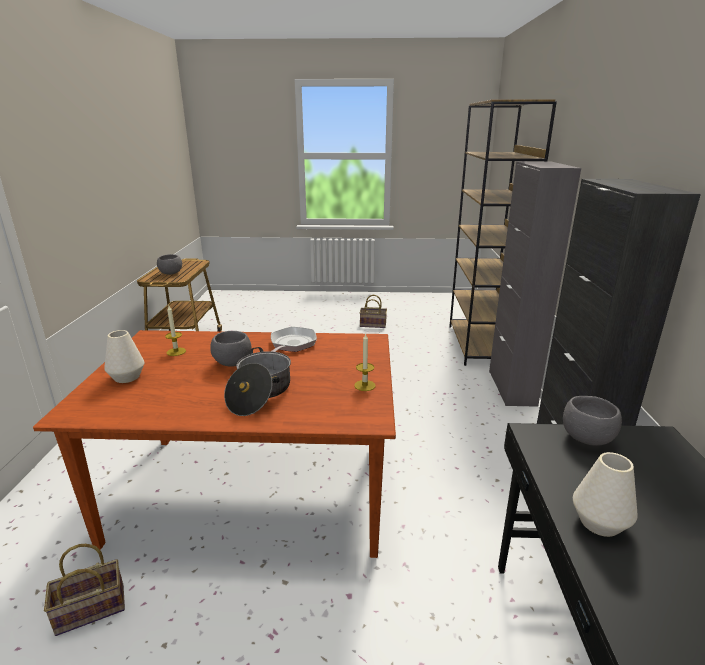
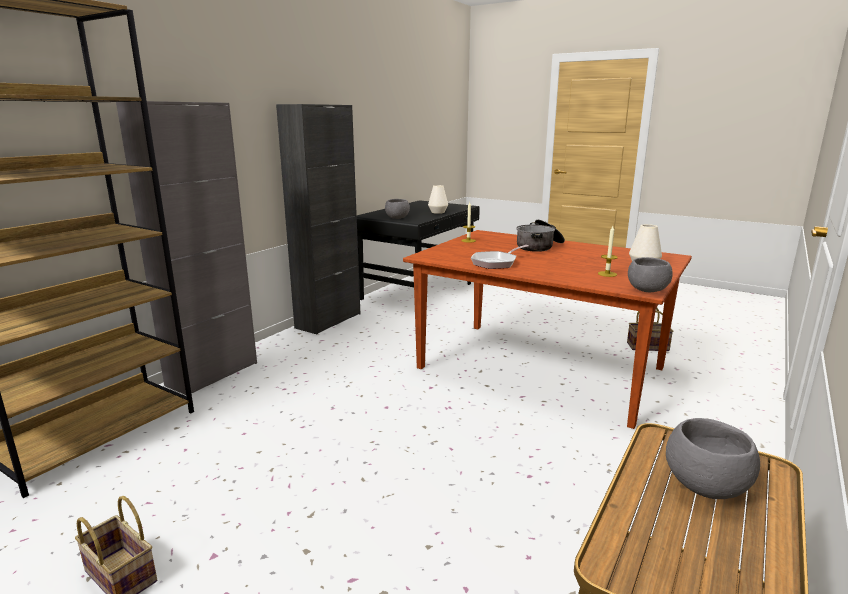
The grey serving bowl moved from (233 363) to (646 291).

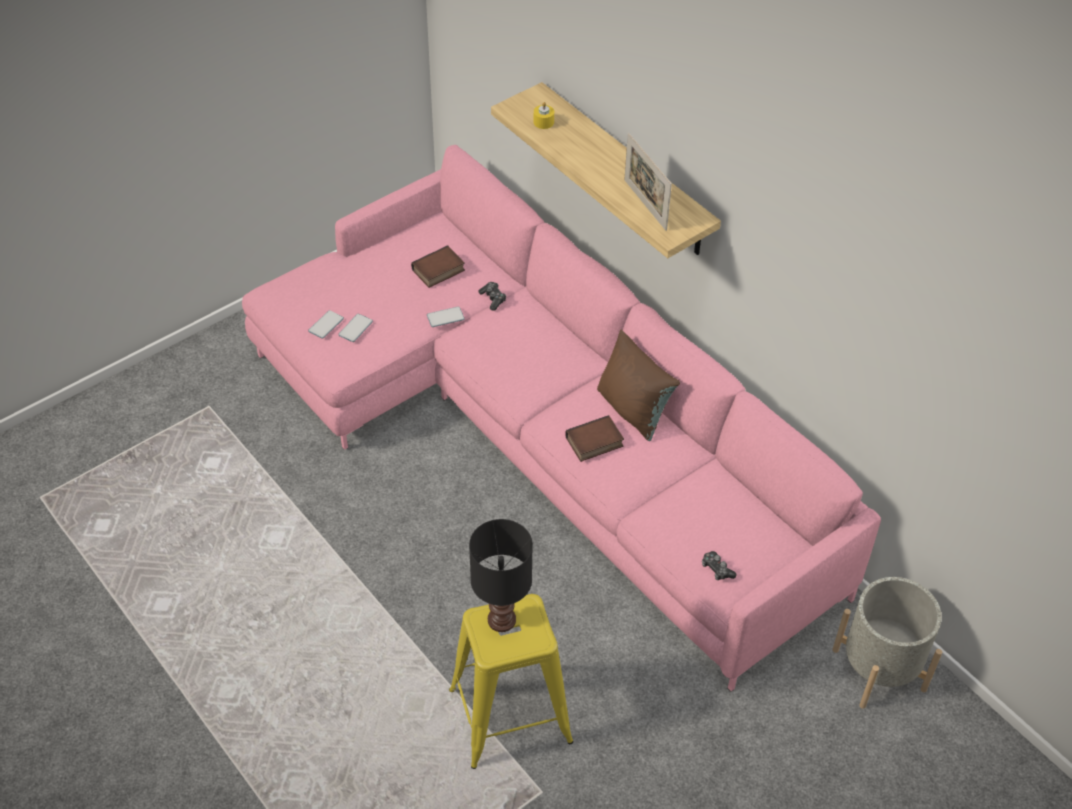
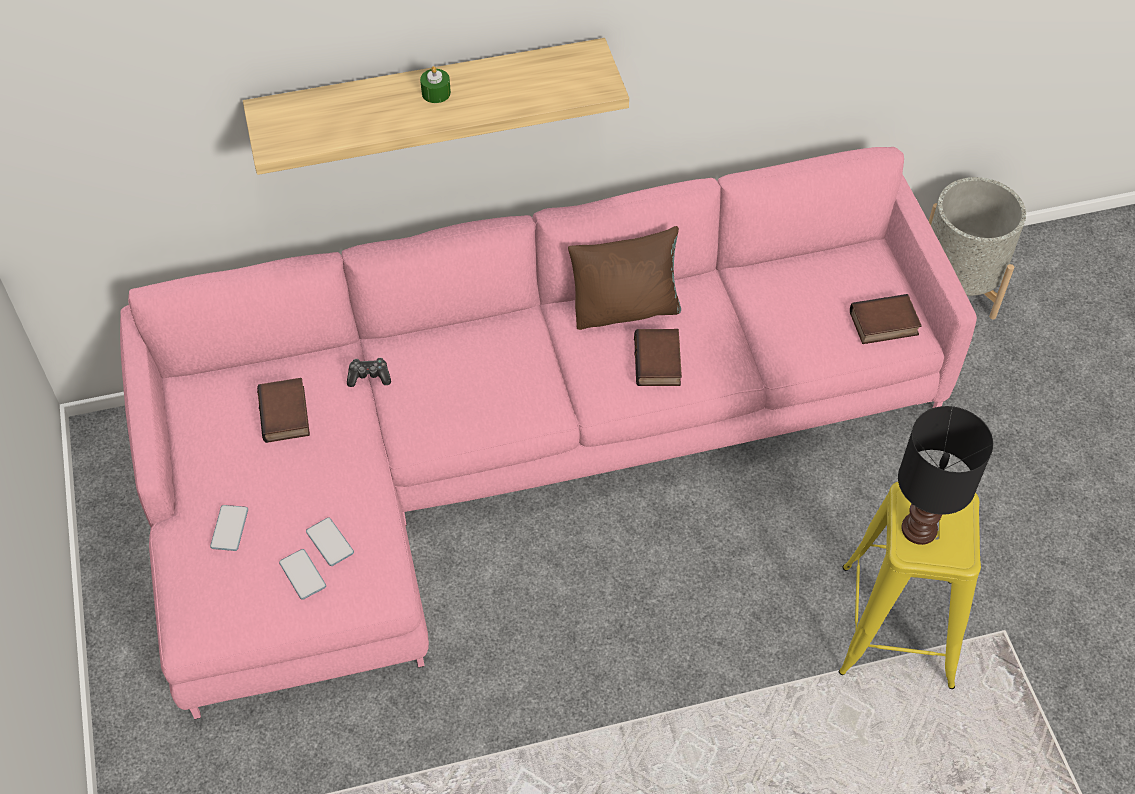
The telephone moved from (445 317) to (229 528).
The green-coloured wax candle at (436 93) appeared.
The joypad at (716 569) was replaced by the bound book at (883 325).
The yellowish wax candle at (543 122) disappeared.
The standing frame at (645 205) disappeared.

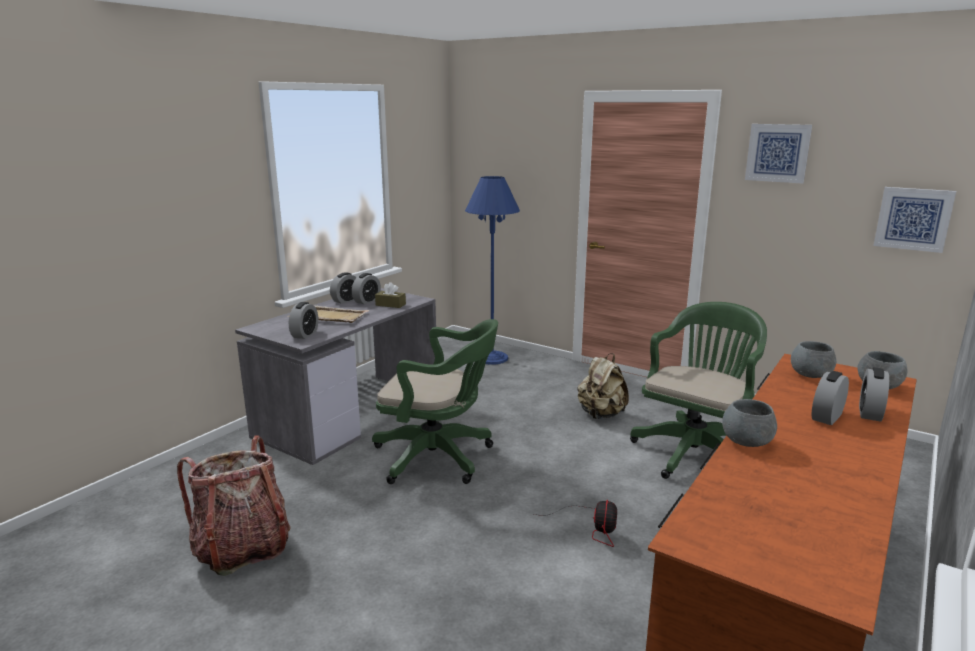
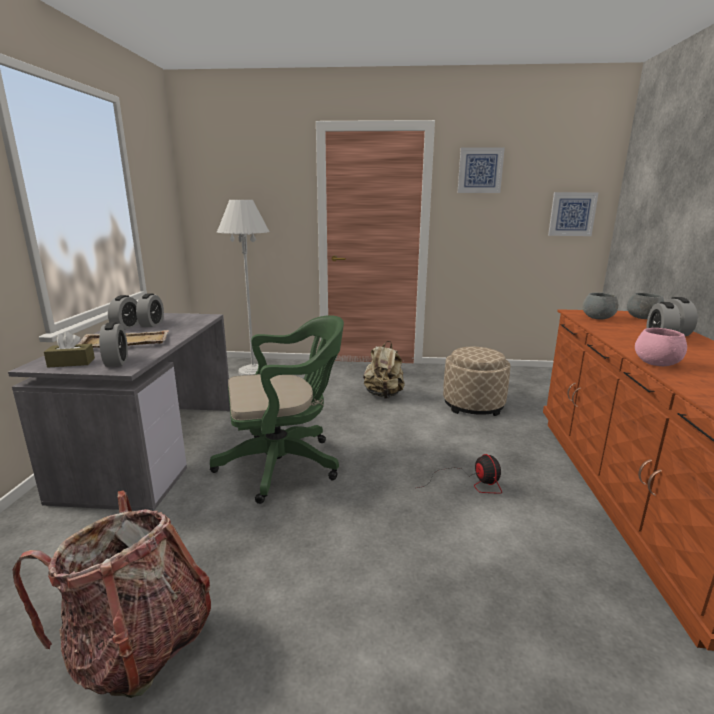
The brown-coloured box of tissues moved from (390 304) to (71 363).
The bluish floor lamp at (492 358) became the white floor lamp at (253 371).
The green-coloured desk chair at (695 451) was replaced by the beige footrest at (473 405).
The grey serving bowl at (747 442) became the pink-coloured serving bowl at (657 364).

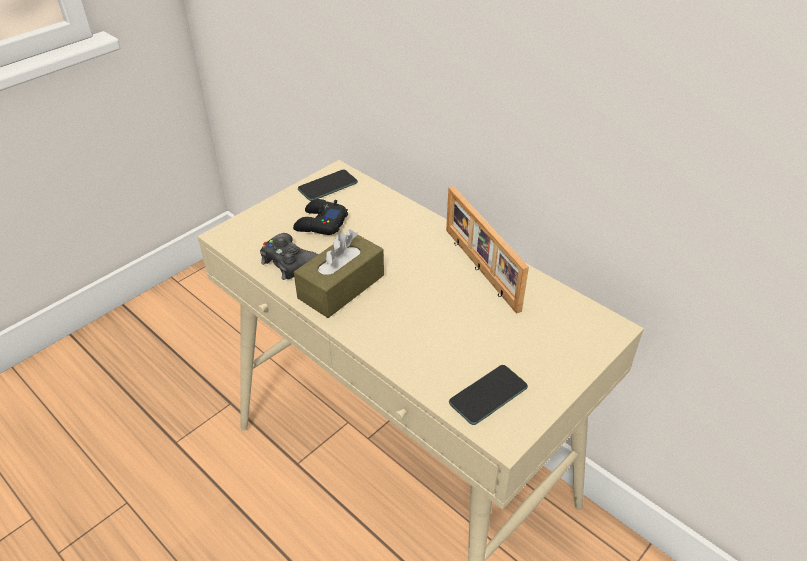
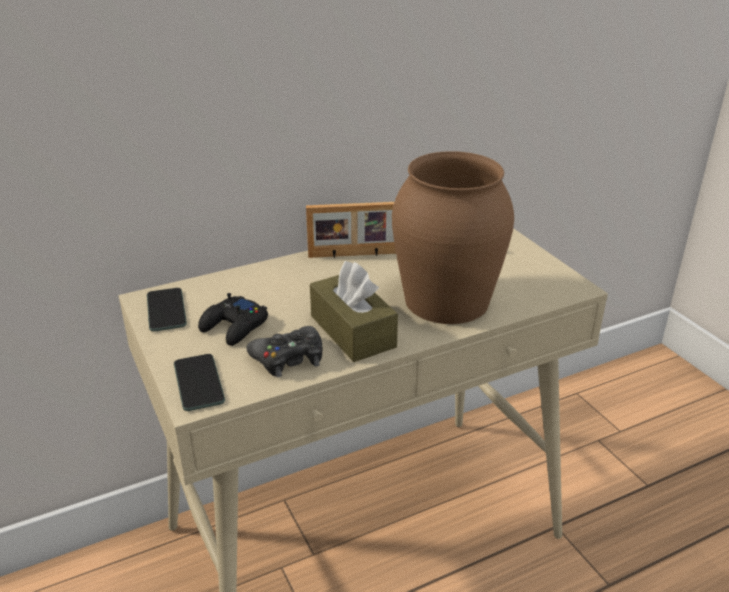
The telephone moved from (488 395) to (198 383).
The brown-coloured vase at (445 300) appeared.

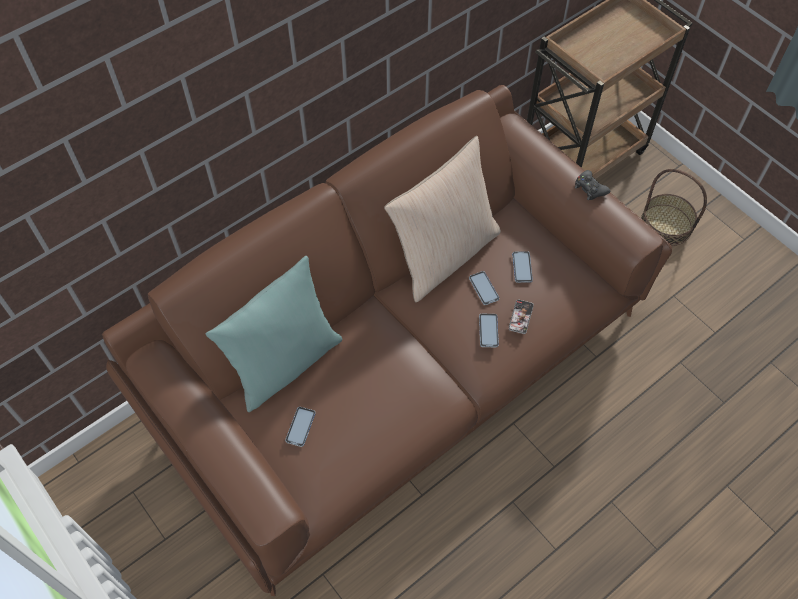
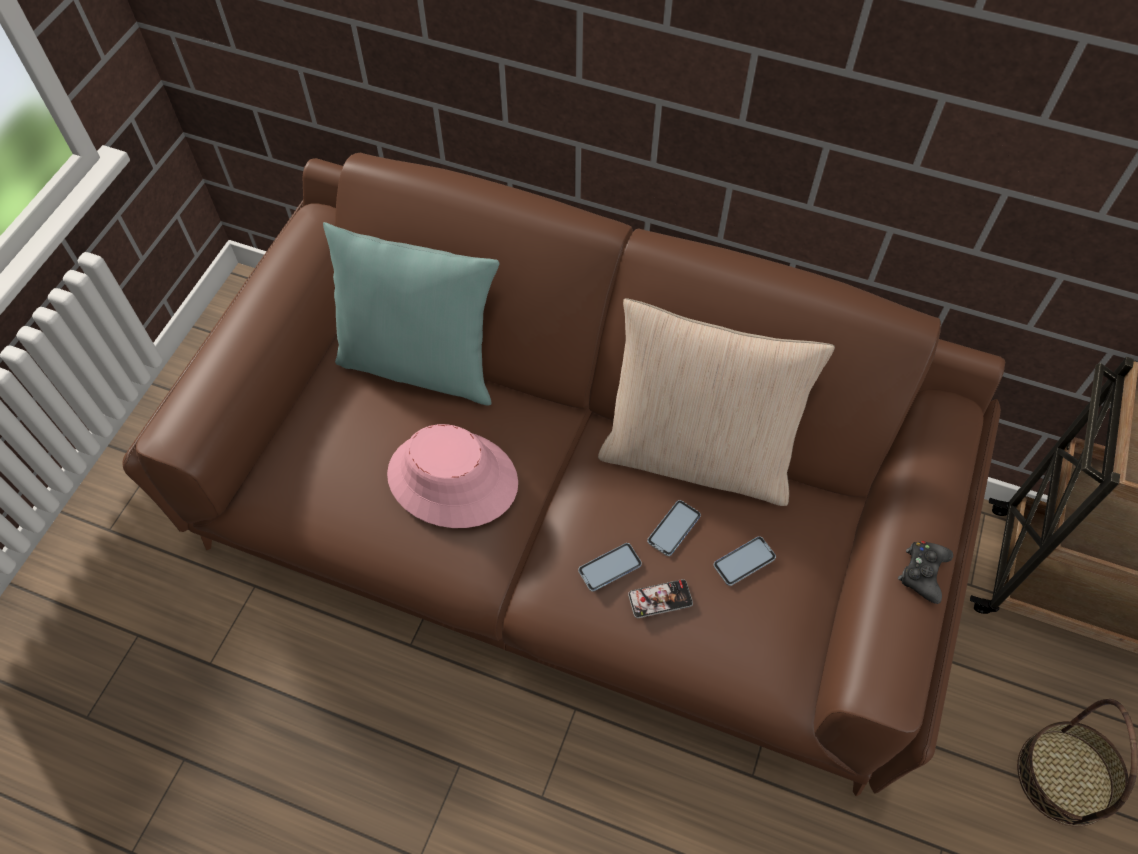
The pink-coloured hat at (452 479) appeared.
The telephone at (300 427) disappeared.

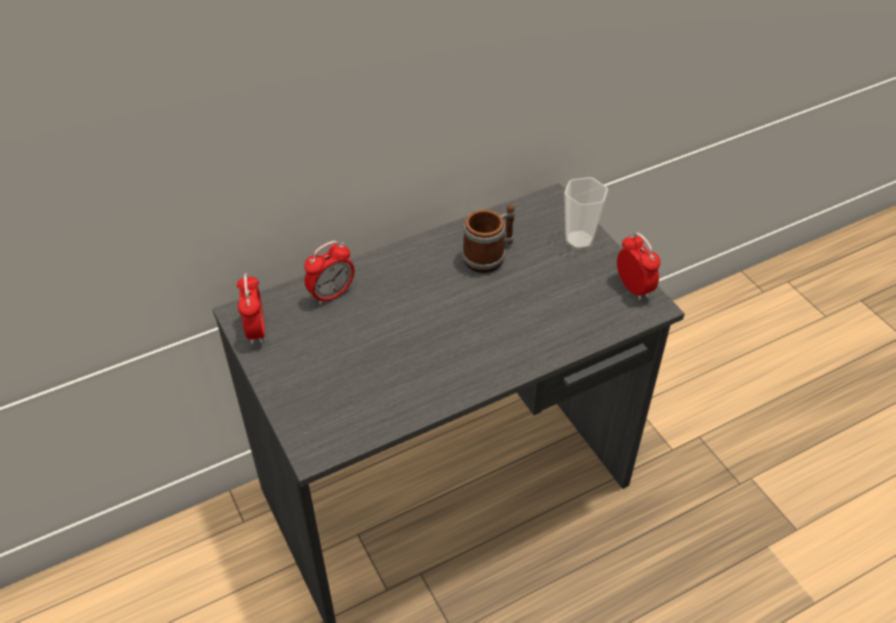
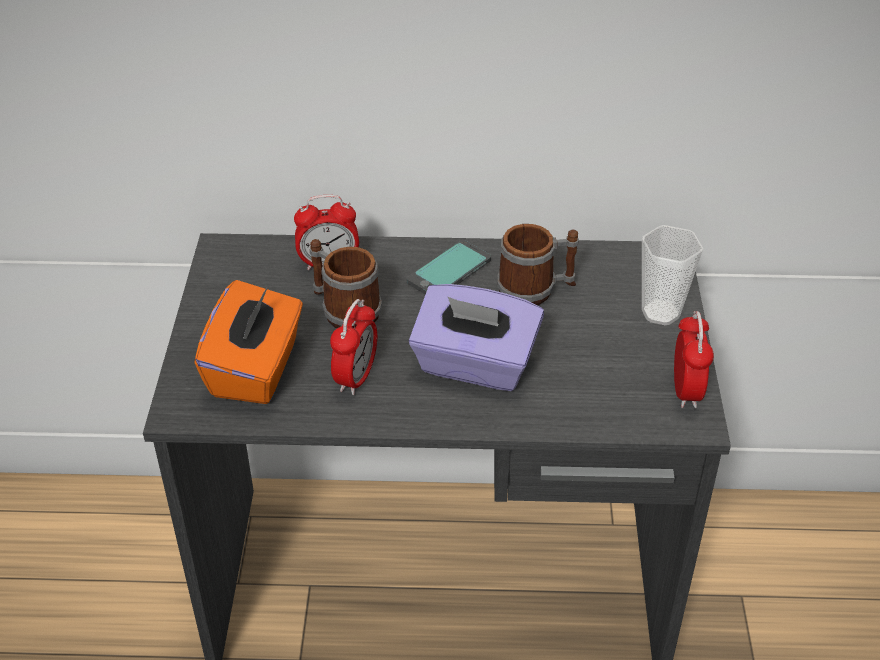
The orange-coloured box of tissues at (256 369) appeared.
The mug at (344 310) appeared.
The alarm clock moved from (256 330) to (356 377).
The telephone at (449 271) appeared.
The purple box of tissues at (474 365) appeared.

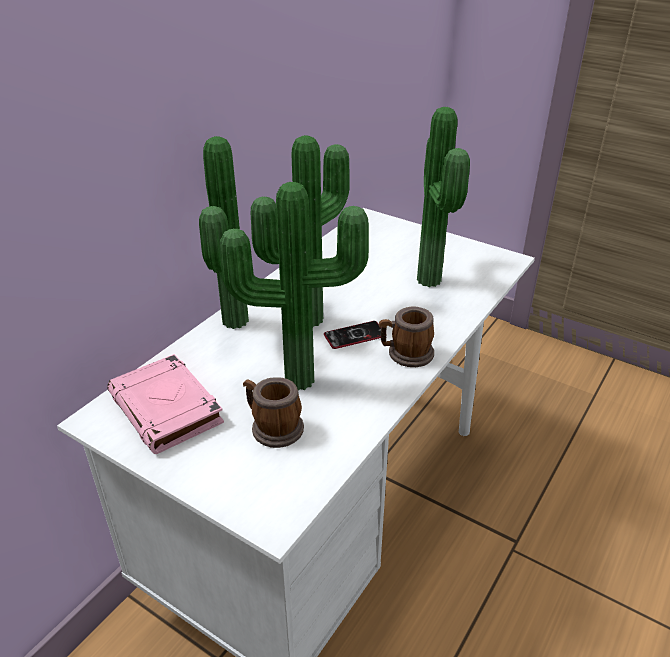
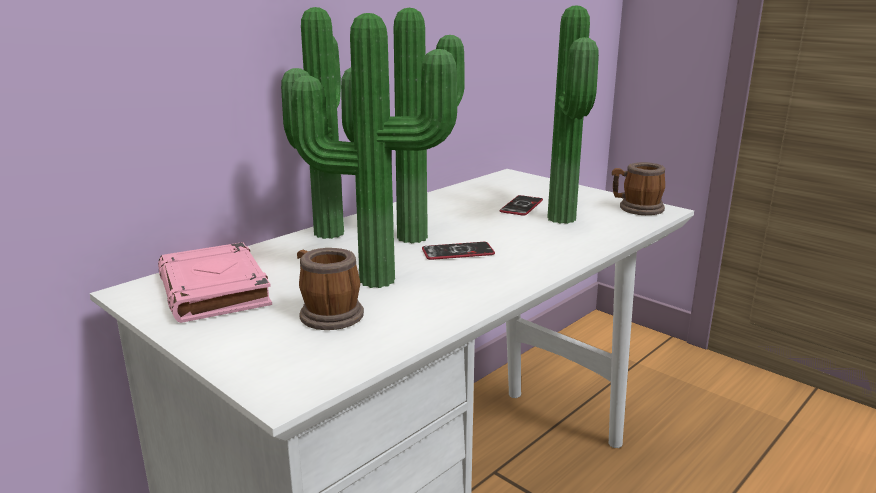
The telephone at (521 206) appeared.
The mug moved from (405 354) to (636 208).

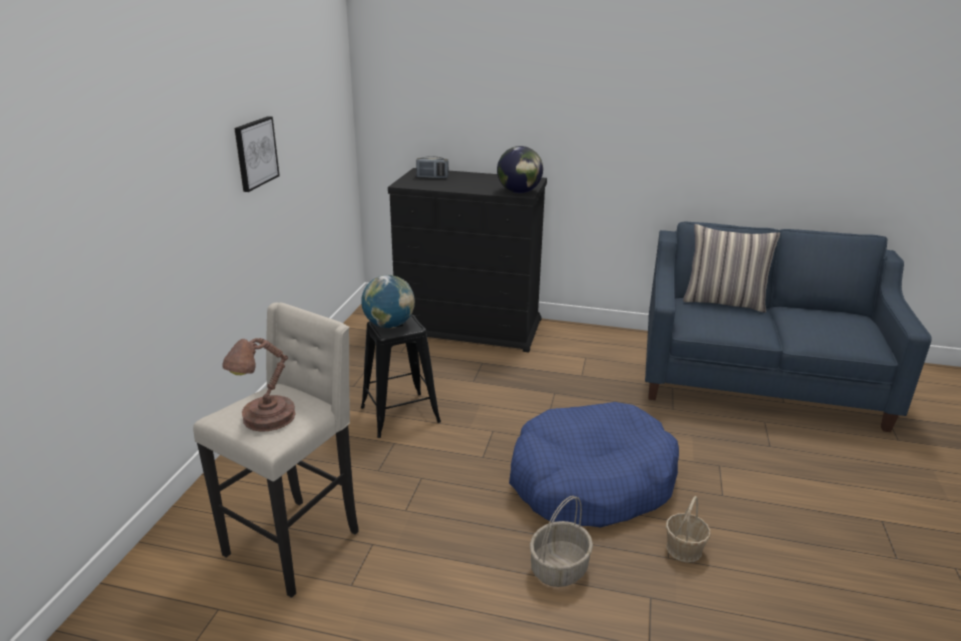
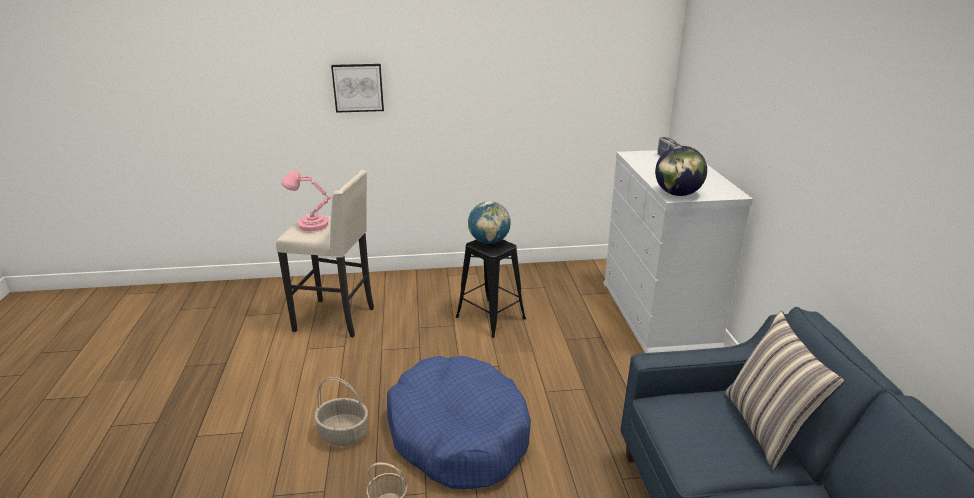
The brown-coloured tabletop lamp at (266 419) became the pink-coloured tabletop lamp at (310 226).
The wall picture moved from (255 153) to (358 87).
The black-coloured dresser at (469 327) became the white dresser at (658 315).

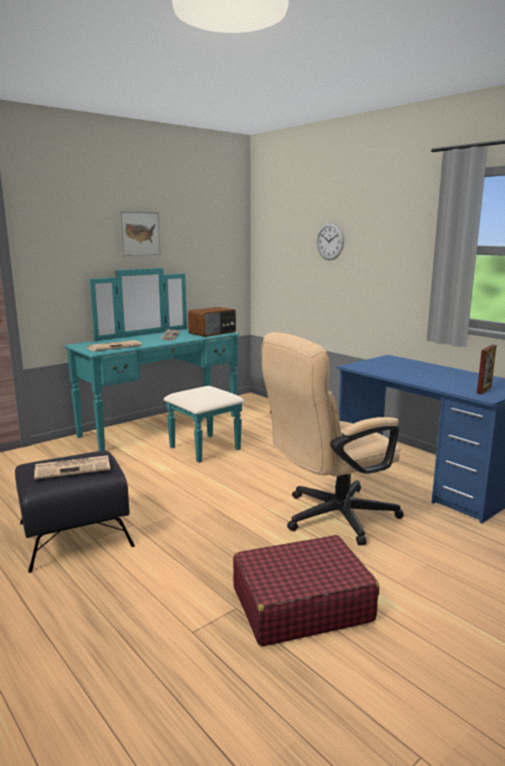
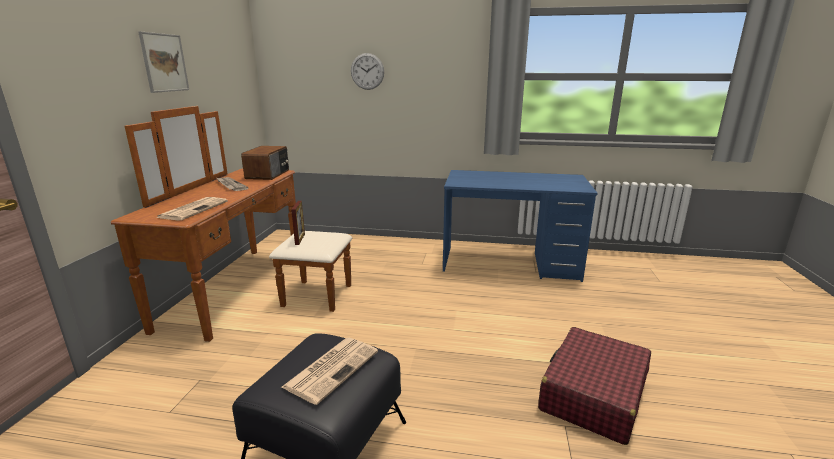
The turquoise-coloured dresser at (171 430) became the brown-coloured dresser at (254 289).
The standing frame moved from (484 390) to (300 239).
The beige desk chair at (329 518) disappeared.

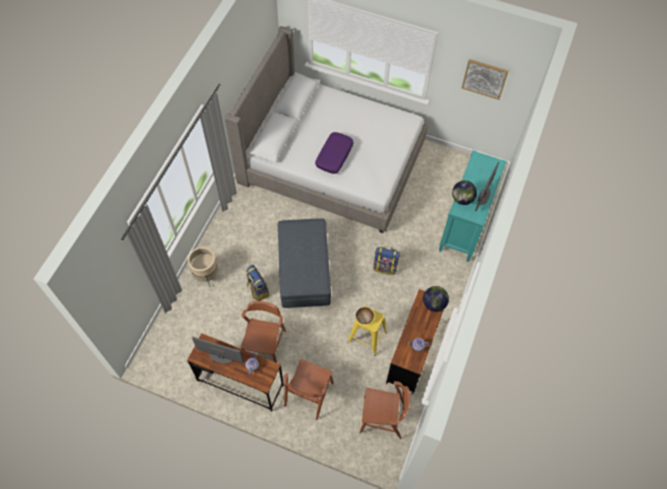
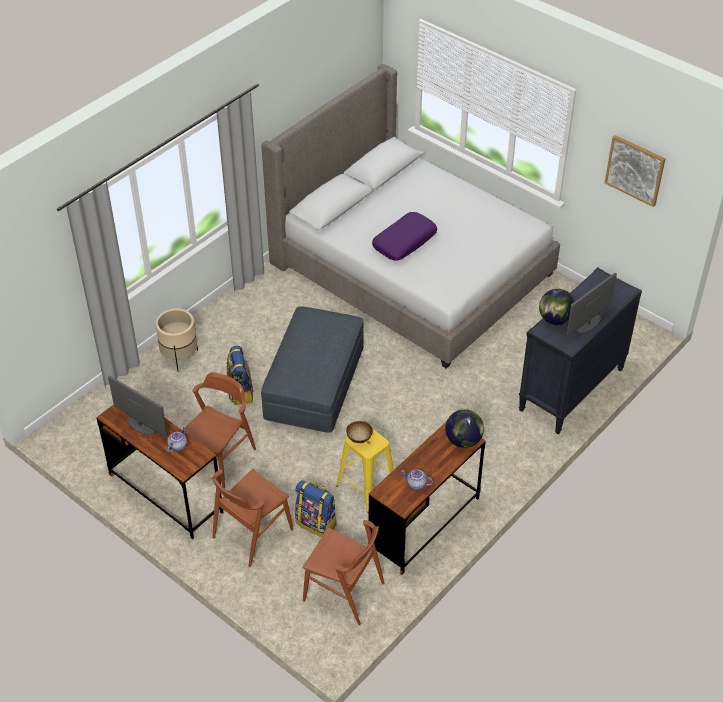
The knapsack moved from (385 267) to (317 523).
The turquoise-coloured dresser at (464 227) became the black-coloured dresser at (571 390).

